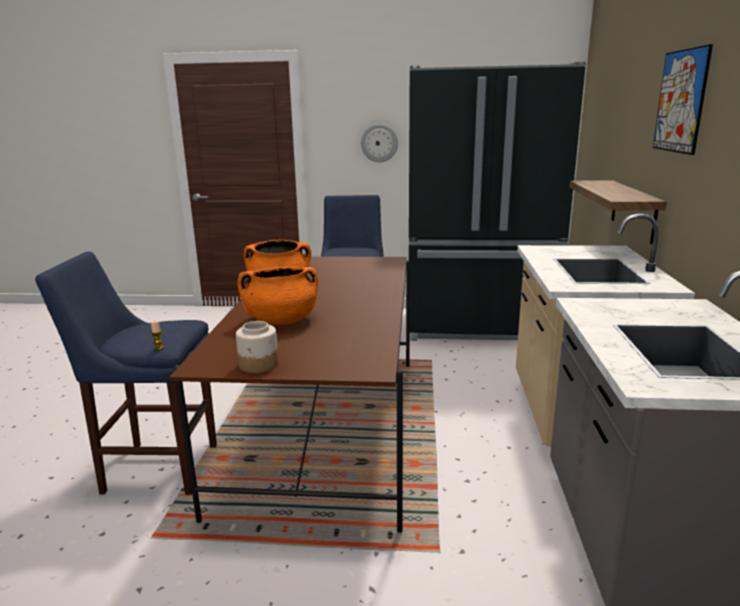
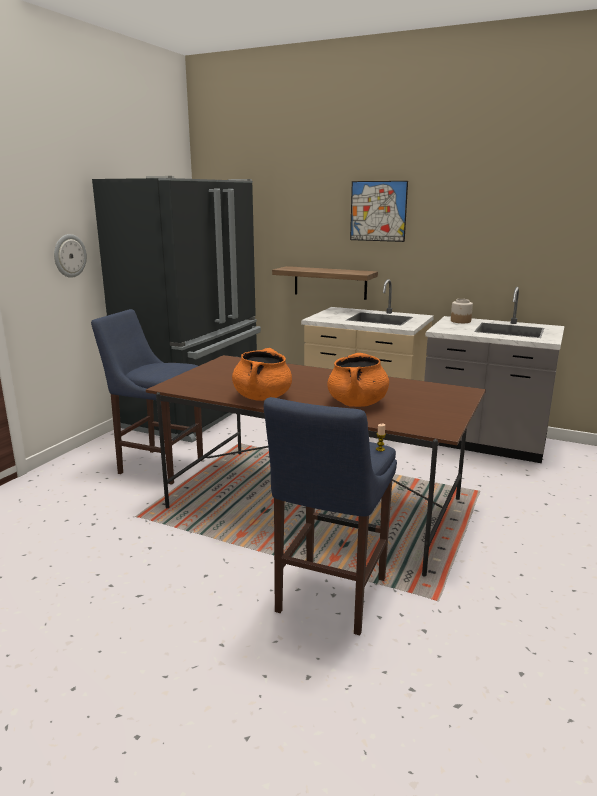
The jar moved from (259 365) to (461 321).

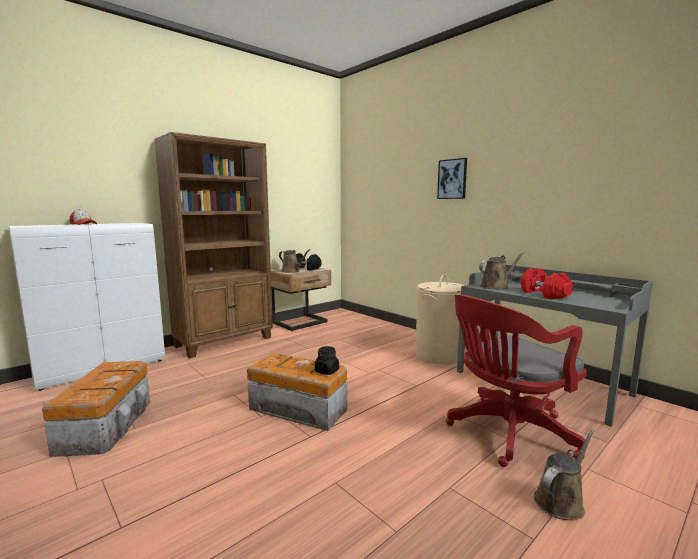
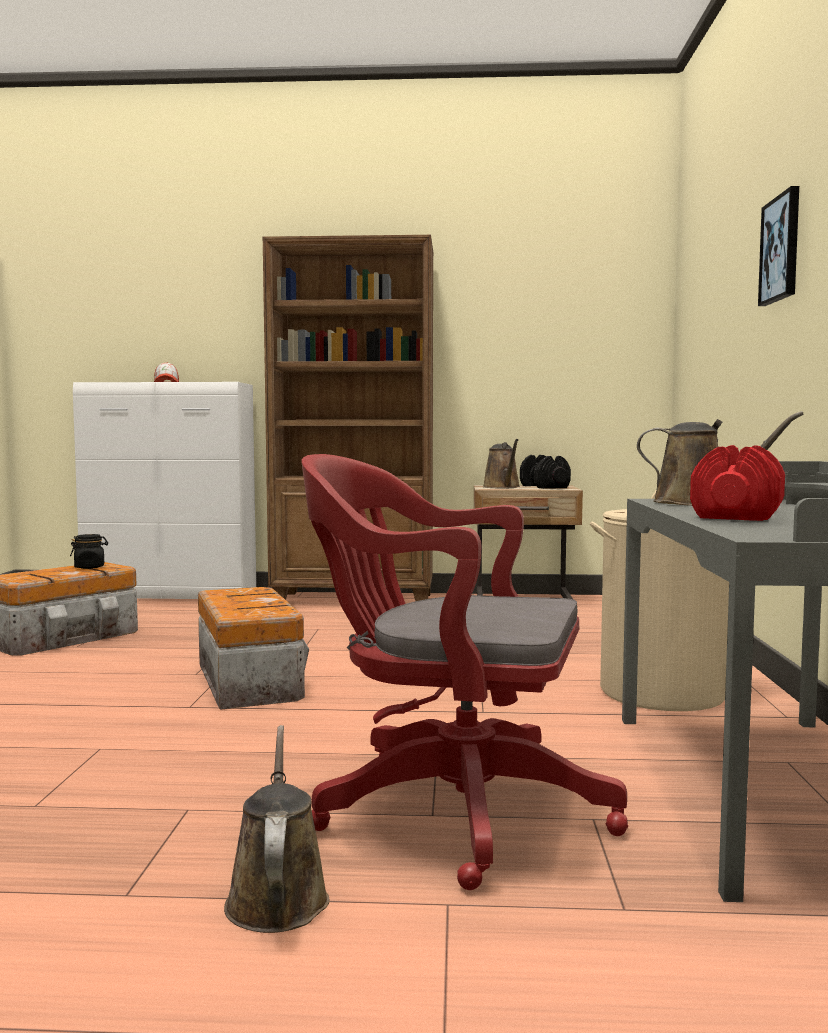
The black-coloured jar moved from (327 371) to (90 567).
The brown-coloured watering can at (561 501) turned 105 degrees counterclockwise.

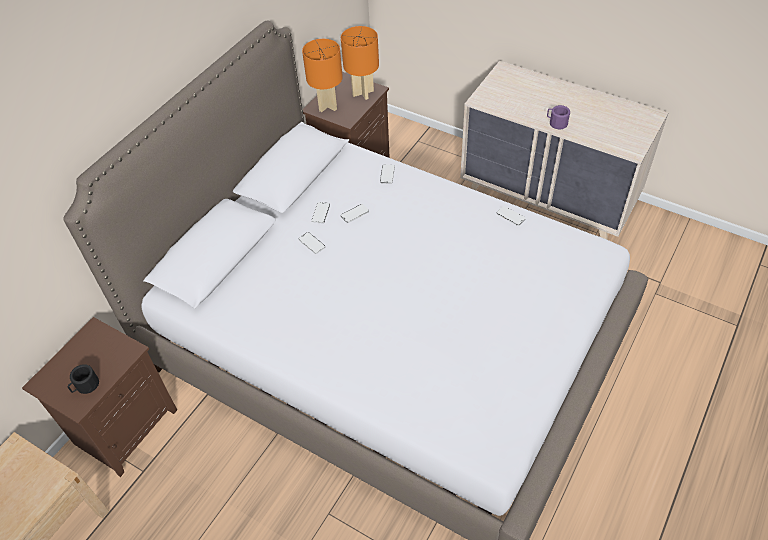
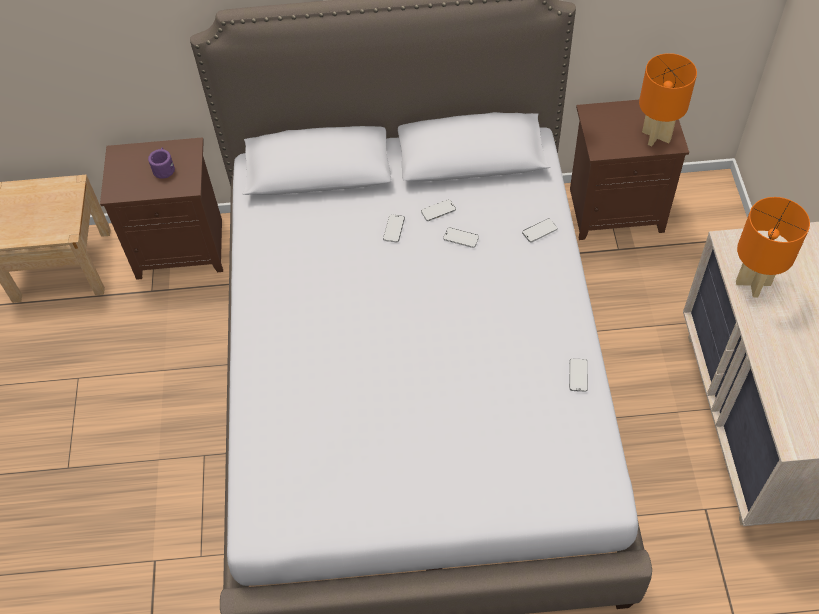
The purple mug moved from (556 123) to (164 168).
The orange-coloured tabletop lamp moved from (327 106) to (752 282).
The black-coloured mug at (85 386) disappeared.

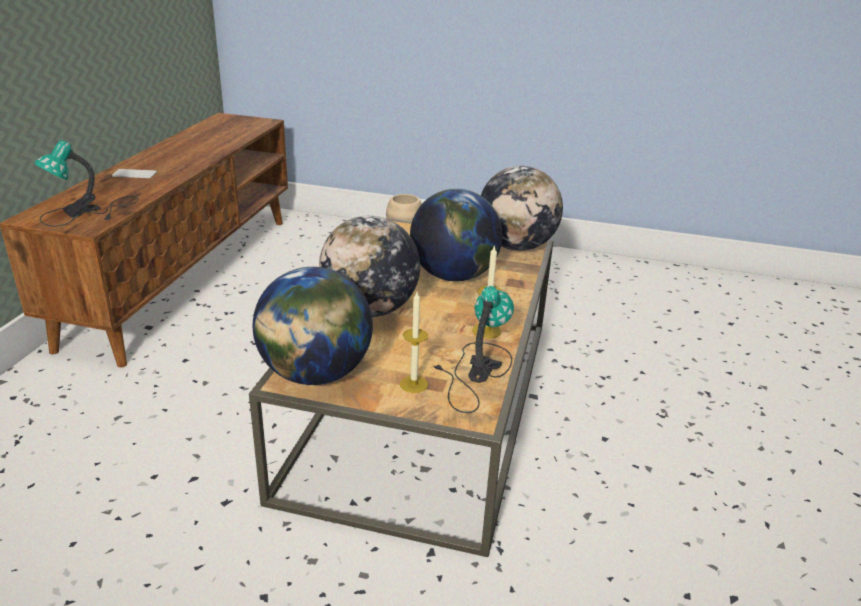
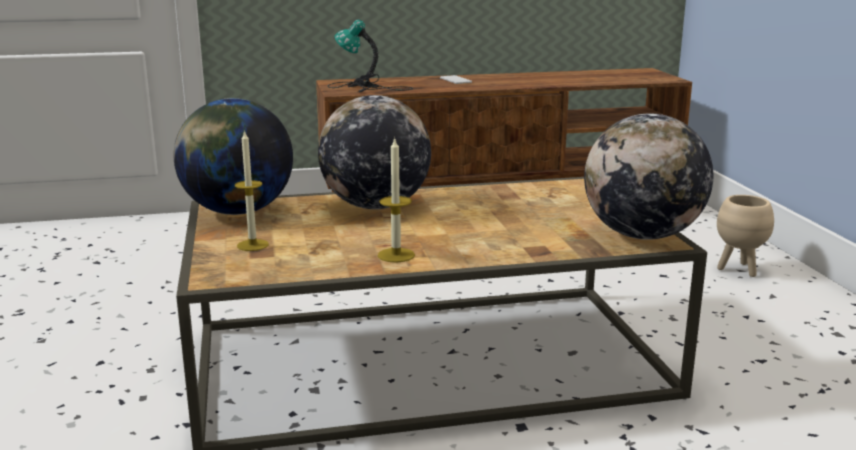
The globe at (454 275) disappeared.
The tabletop lamp at (475 372) disappeared.

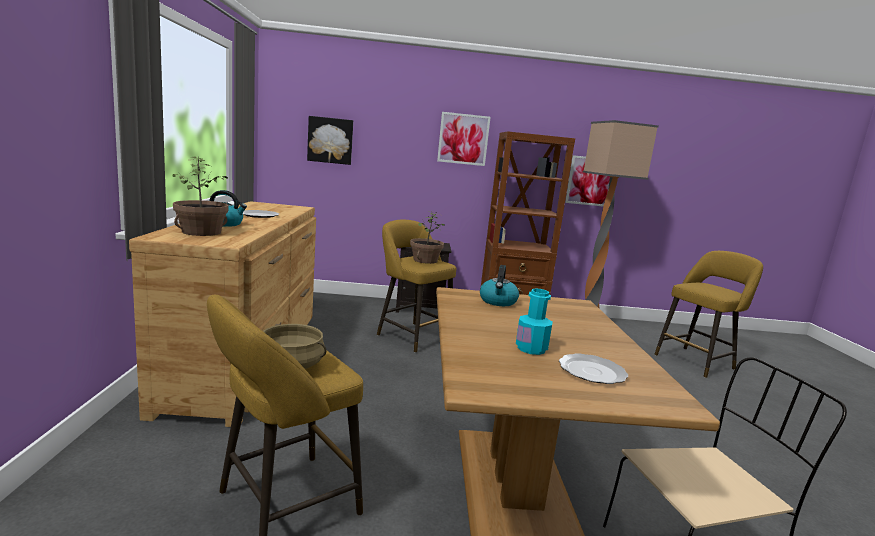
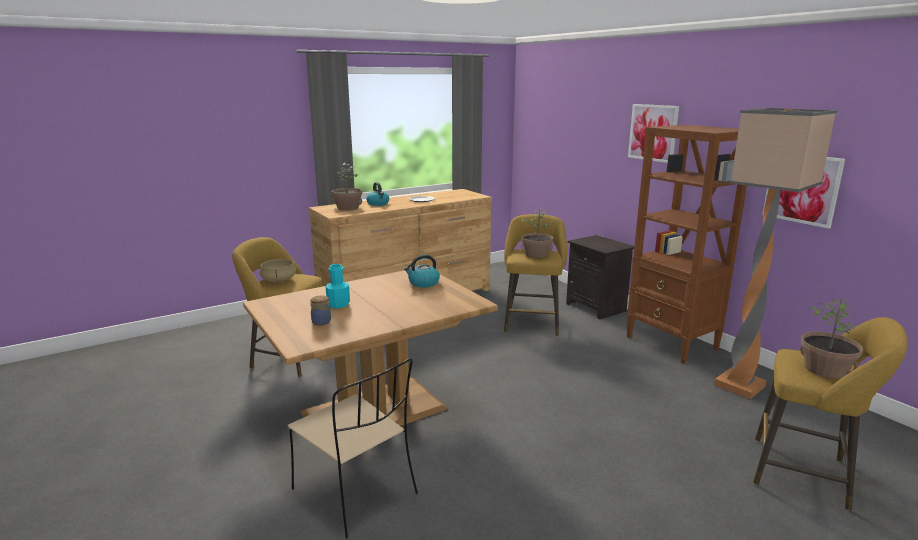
The dinner plate at (591 372) was replaced by the jar at (321 322).
The potted plant at (825 369) appeared.
The wall picture at (330 140) disappeared.

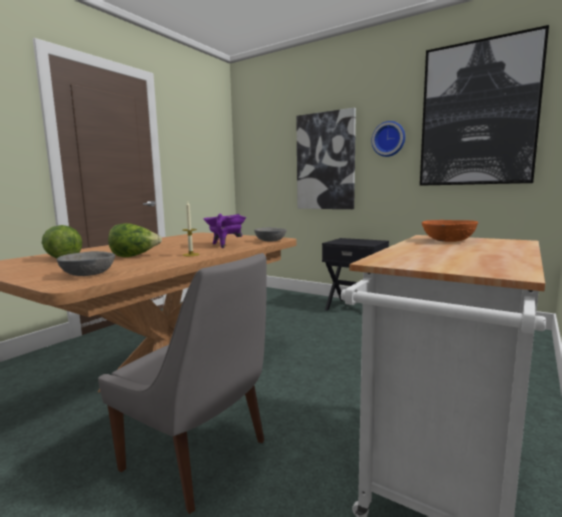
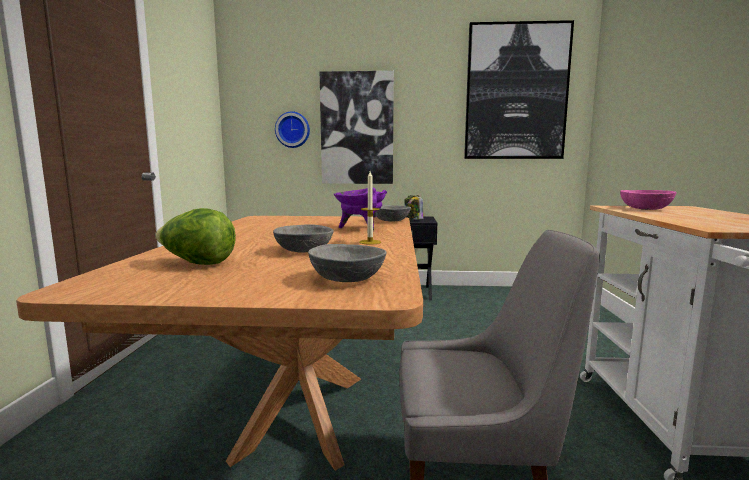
The lettuce at (134 256) was replaced by the grey serving bowl at (303 250).
The clock on the wall moved from (389 139) to (293 130).
The jar at (413 219) appeared.
The orange-coloured serving bowl at (449 240) became the pink-coloured serving bowl at (645 209).

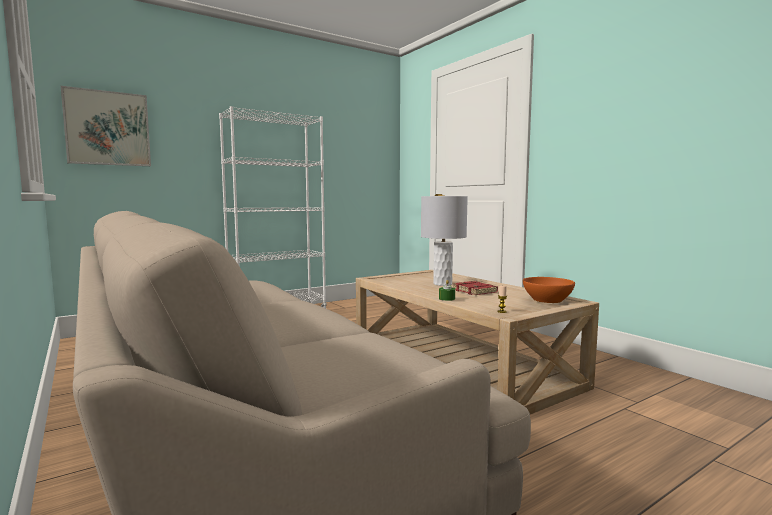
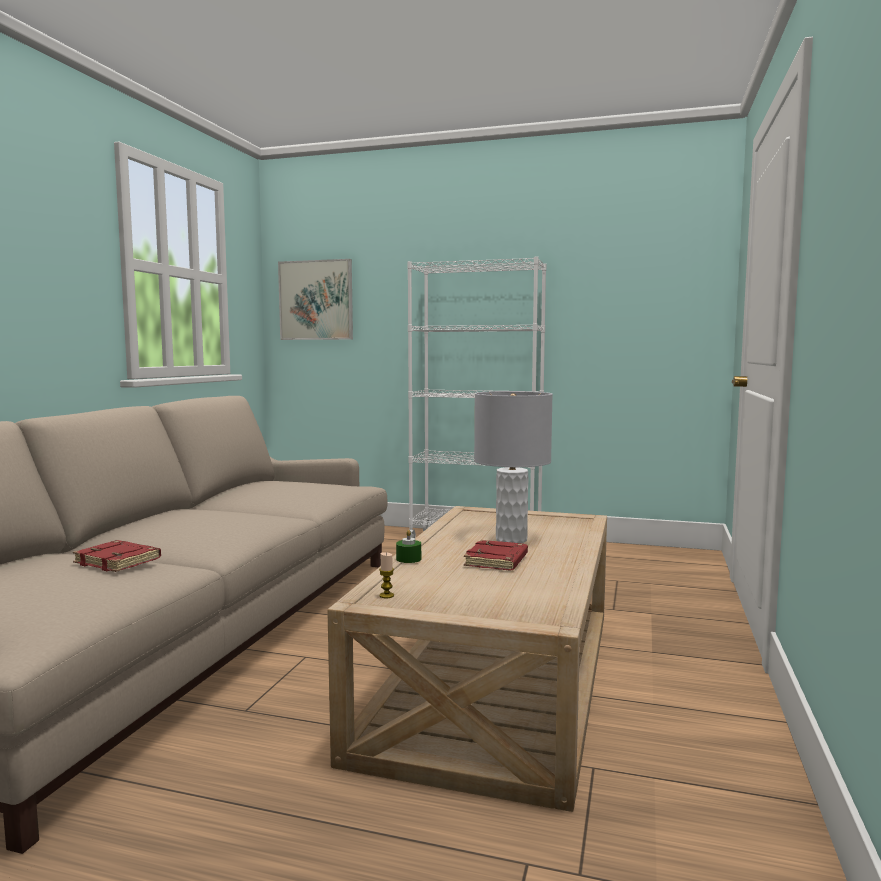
The red-coloured bound book at (119 561) appeared.
The orange-coloured serving bowl at (547 300) disappeared.

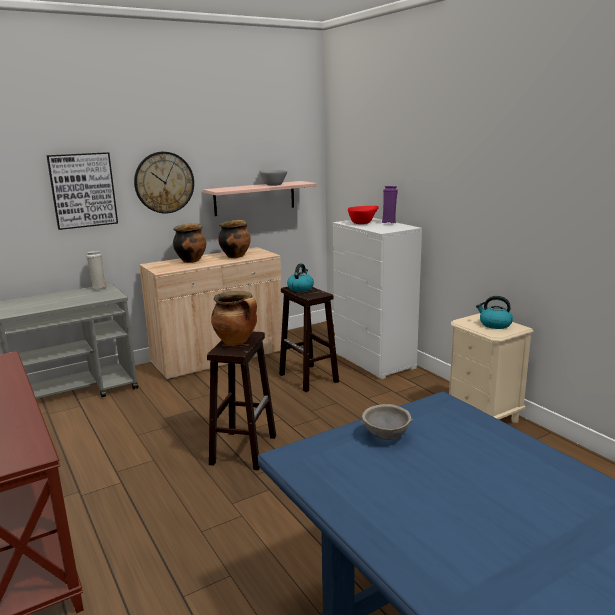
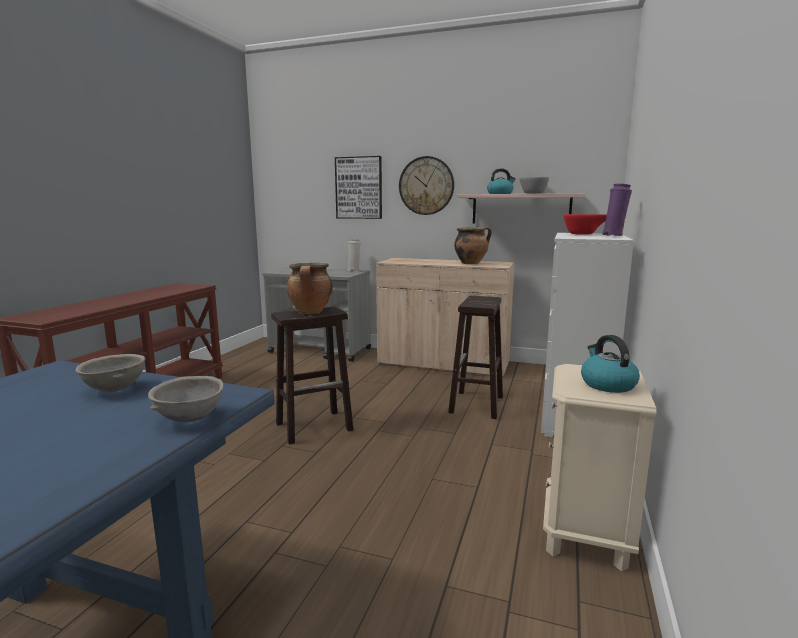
The grey serving bowl at (191 419) appeared.
The water kettle moved from (300 288) to (500 194).
The cooking pot at (191 260) disappeared.

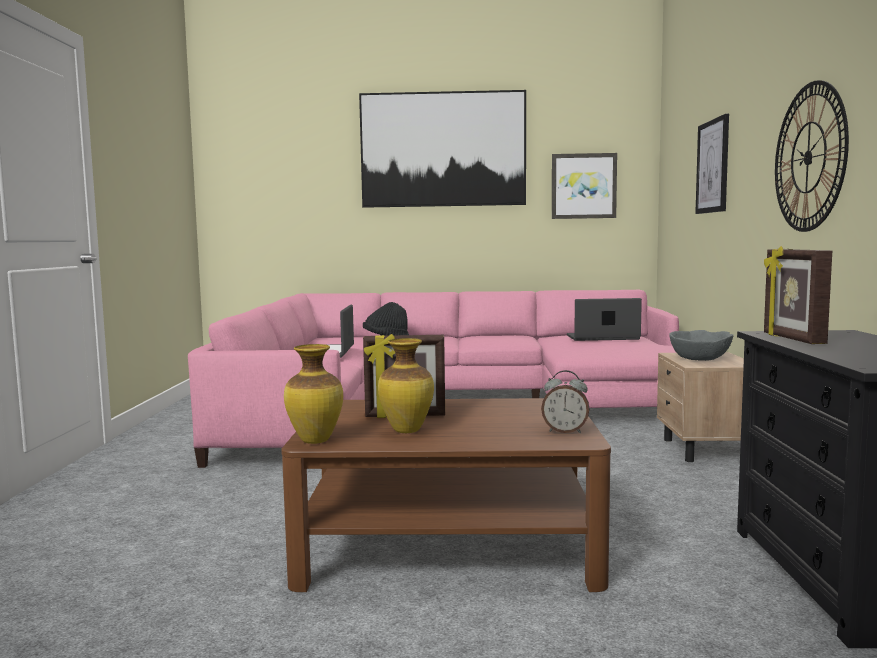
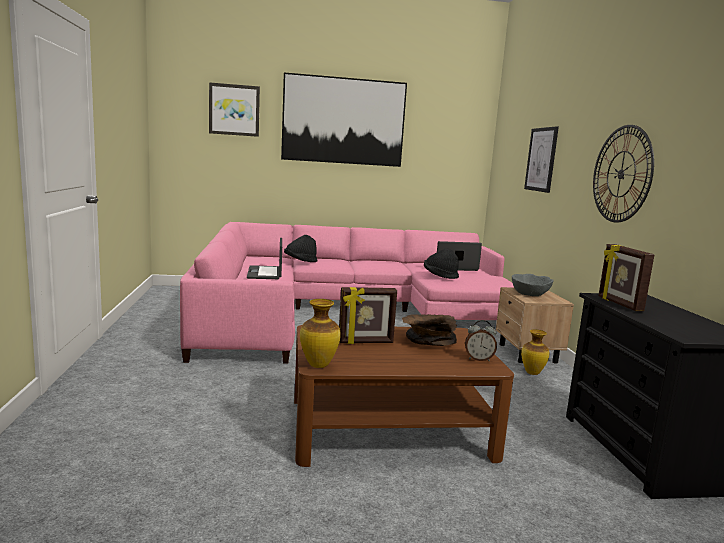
The wall picture moved from (583 186) to (234 110).
The brown-coloured serving bowl at (428 342) appeared.
The black-coloured hat at (440 276) appeared.
The vase moved from (406 430) to (532 373).

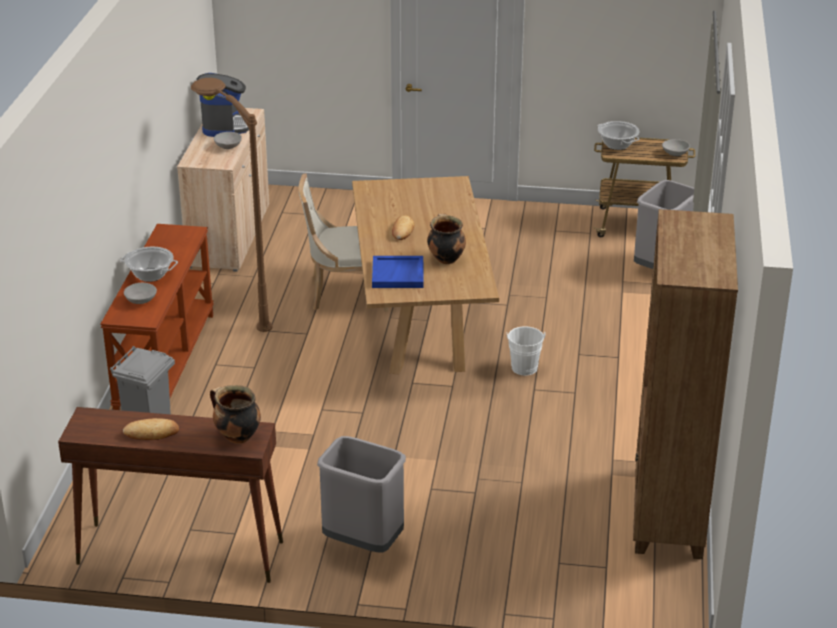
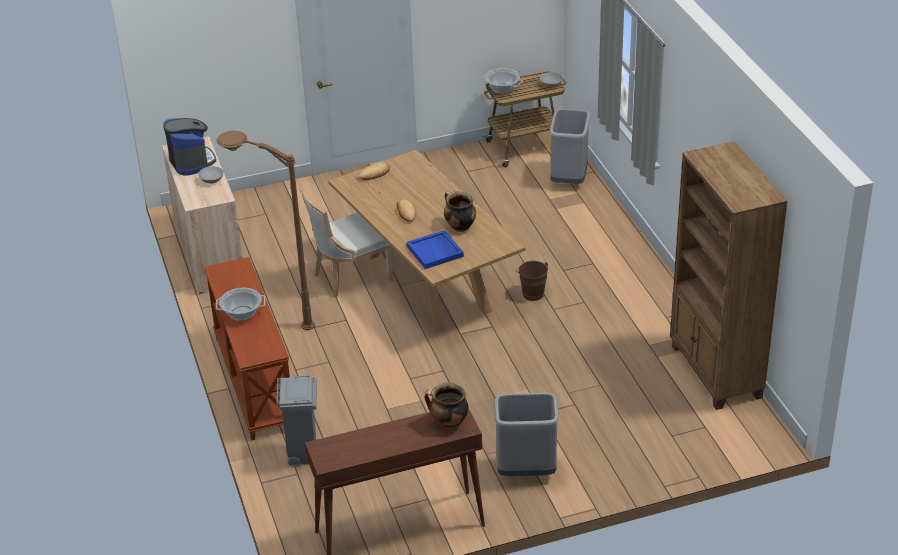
The bread moved from (151 433) to (374 174).
The white water bucket at (524 366) became the brown-coloured water bucket at (531 293).
The grey serving bowl at (140 300) disappeared.

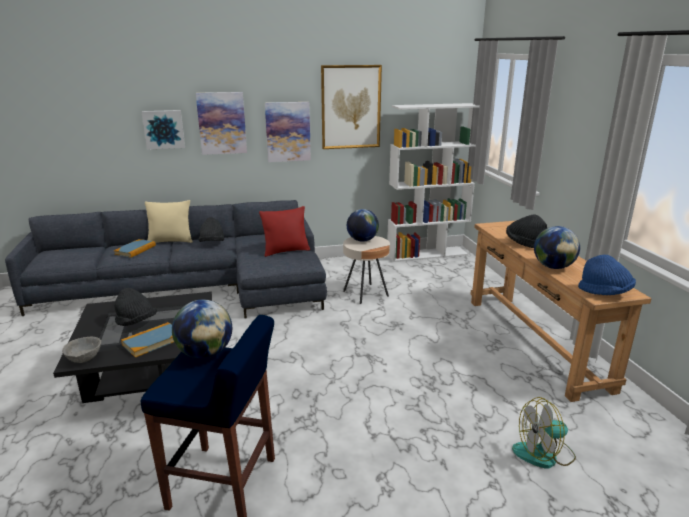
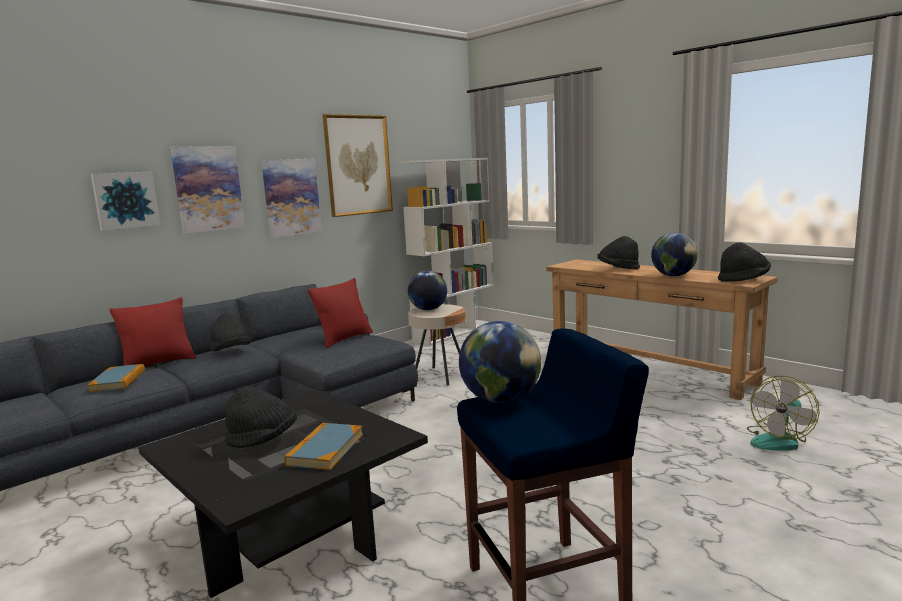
The beige pillow at (171 241) became the red-coloured pillow at (158 363).
The bluish hat at (605 292) became the black-coloured hat at (743 280).
The grey serving bowl at (85 358) disappeared.

